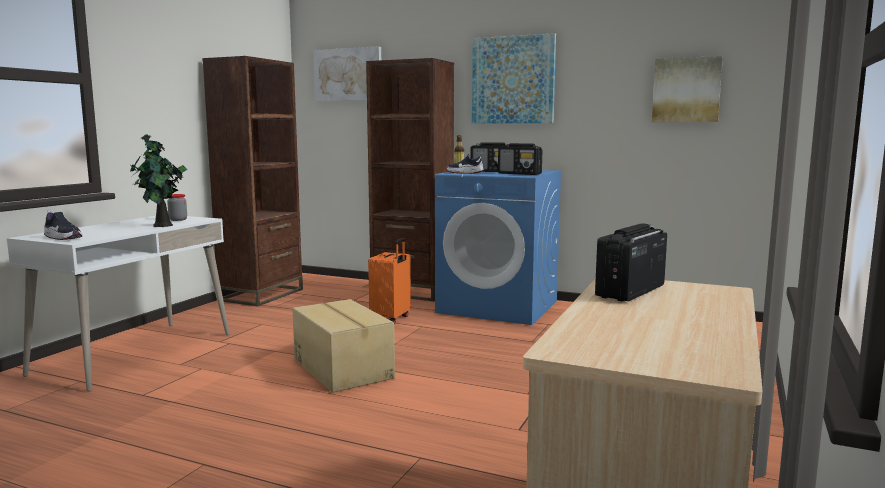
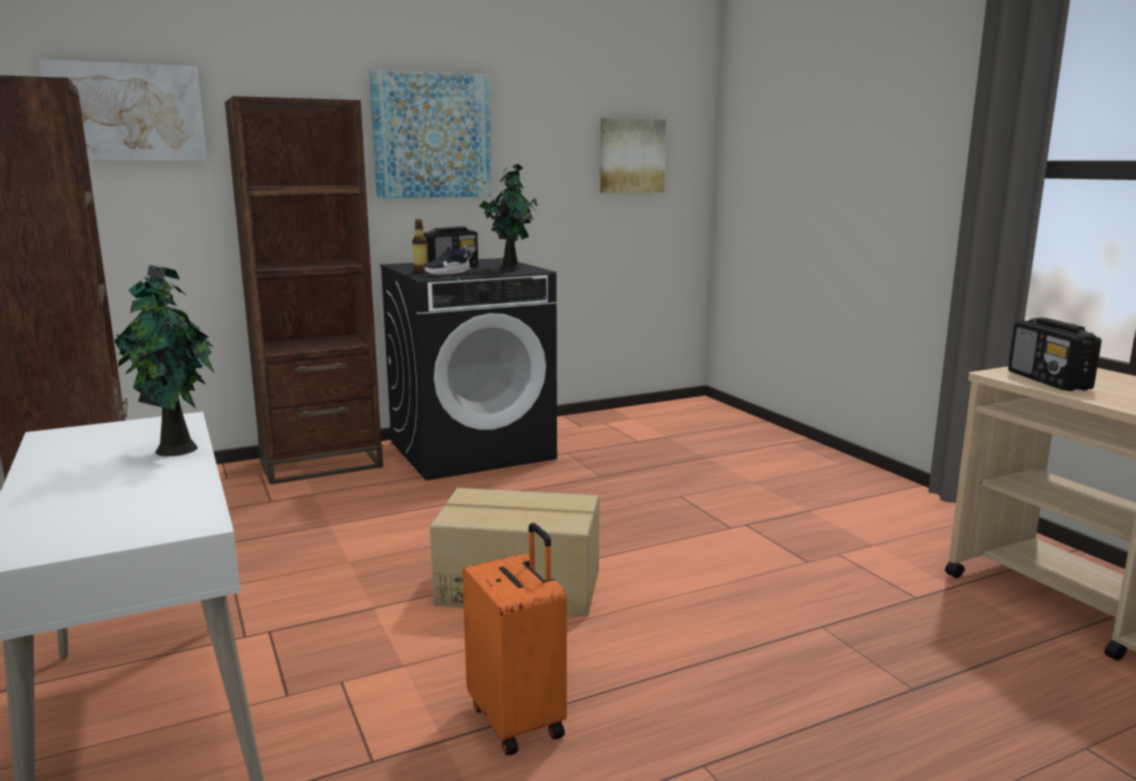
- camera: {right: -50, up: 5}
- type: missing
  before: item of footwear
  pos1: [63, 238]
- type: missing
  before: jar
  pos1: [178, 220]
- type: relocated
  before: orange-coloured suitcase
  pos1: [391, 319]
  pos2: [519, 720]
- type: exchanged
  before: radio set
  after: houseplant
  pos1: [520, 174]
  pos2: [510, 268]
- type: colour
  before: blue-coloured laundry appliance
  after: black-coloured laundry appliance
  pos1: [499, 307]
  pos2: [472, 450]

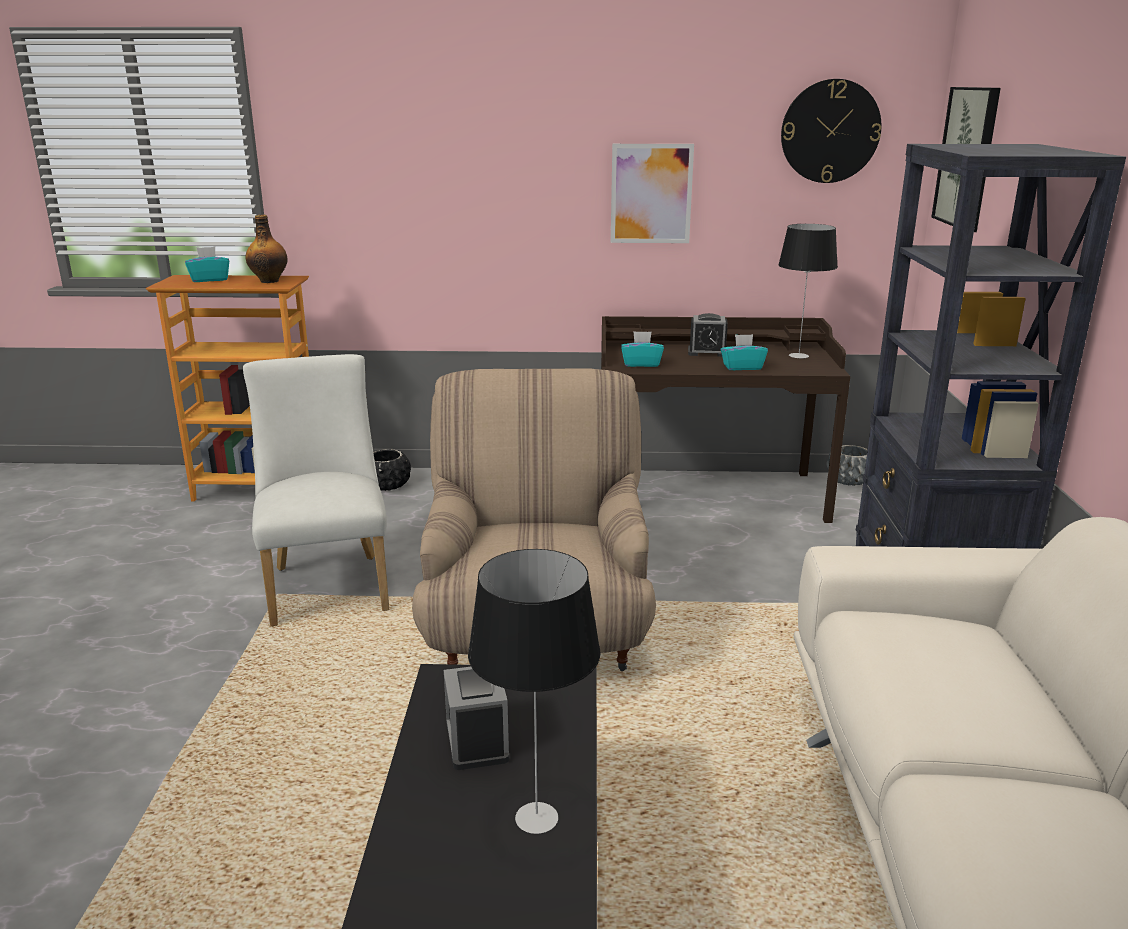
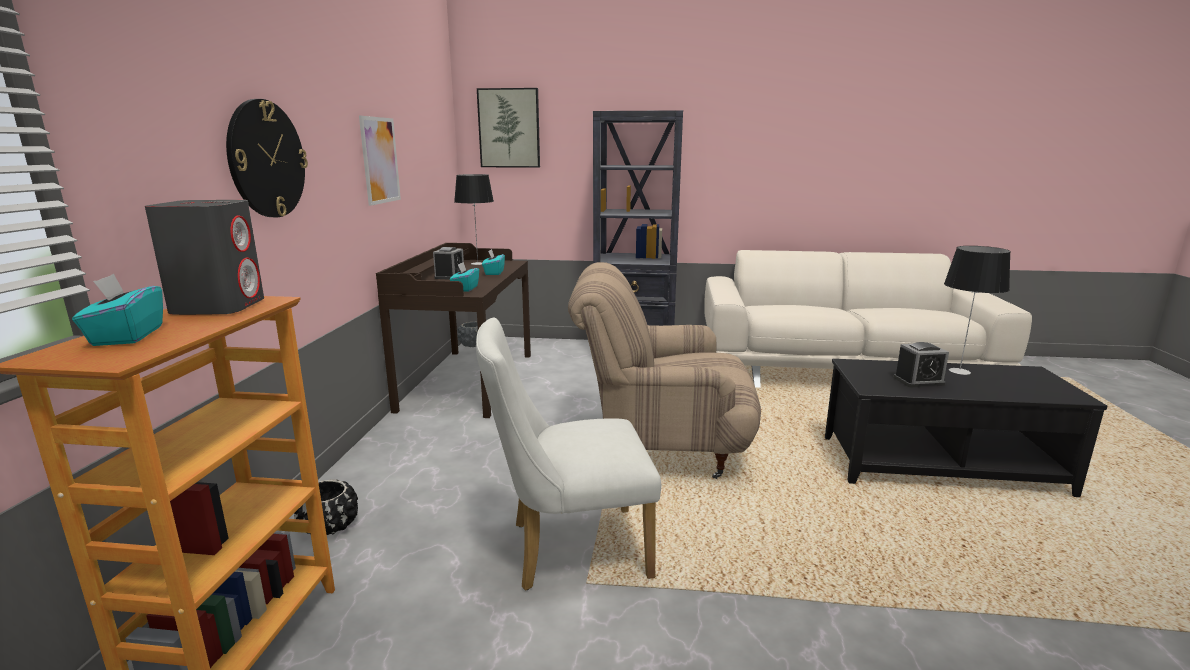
- camera: {right: -85, up: -5}
- type: relocated
  before: wall clock
  pos1: [830, 131]
  pos2: [266, 159]
- type: exchanged
  before: drink bottle
  after: greyish loudspeaker
  pos1: [269, 281]
  pos2: [219, 306]

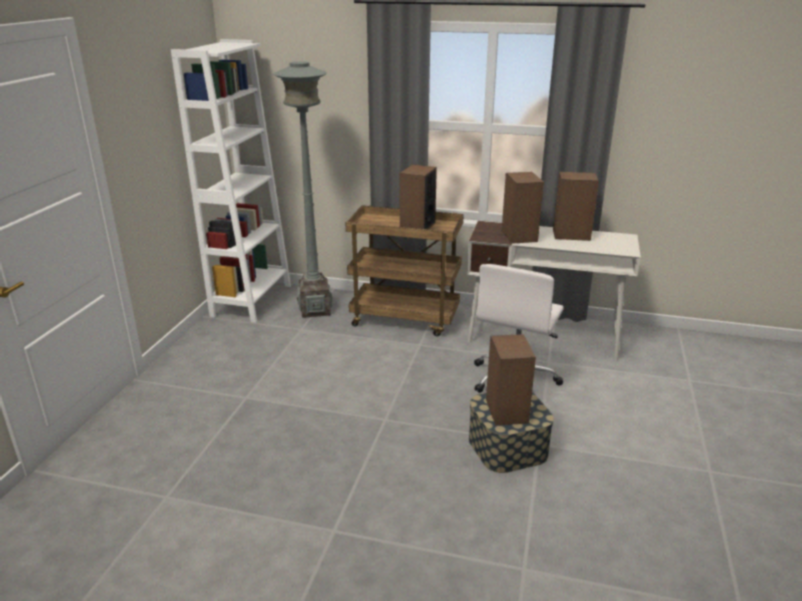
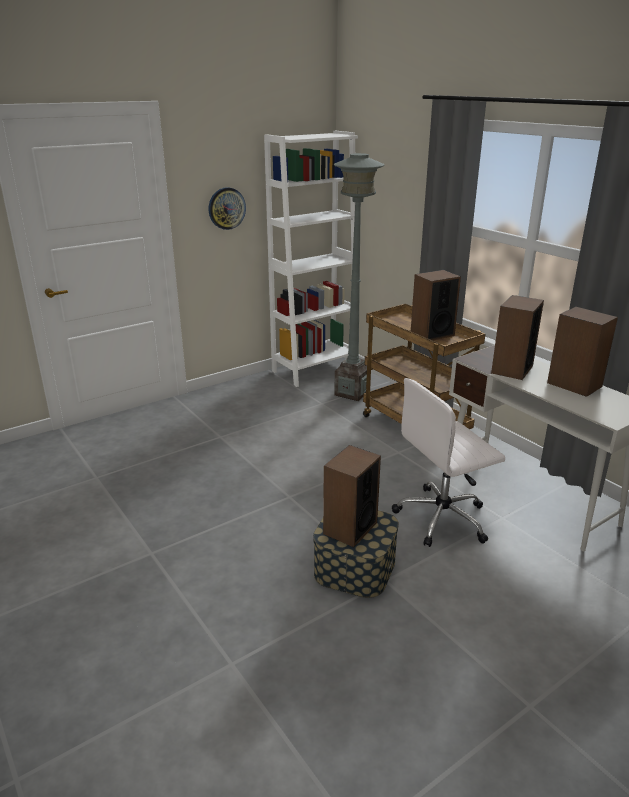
- camera: {right: 40, up: 0}
- type: appeared
  after: wall clock
  pos2: [226, 208]

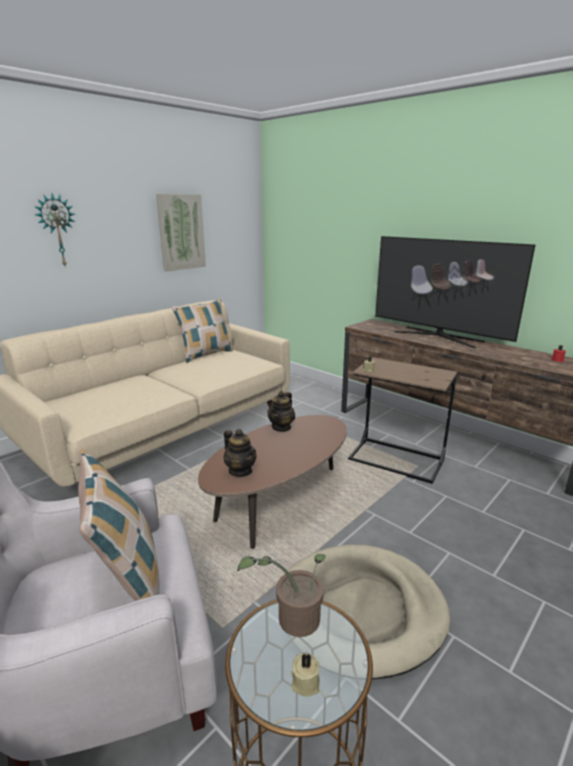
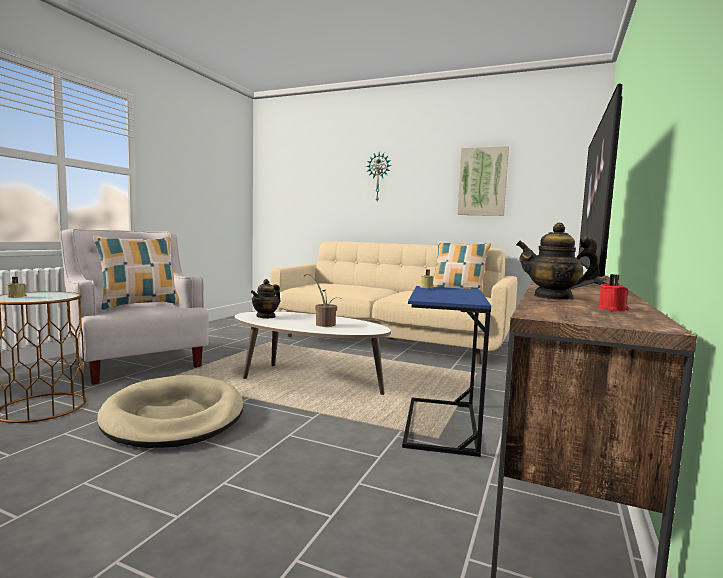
- camera: {right: 70, up: -15}
- type: relocated
  before: houseplant
  pos1: [292, 620]
  pos2: [323, 324]
- type: relocated
  before: tea pot
  pos1: [281, 427]
  pos2: [553, 297]
- type: colour
  before: brown-coloured coffee table
  after: white coffee table
  pos1: [279, 503]
  pos2: [308, 381]
- type: colour
  before: brown-coloured end table
  after: blue-coloured end table
  pos1: [396, 459]
  pos2: [441, 425]

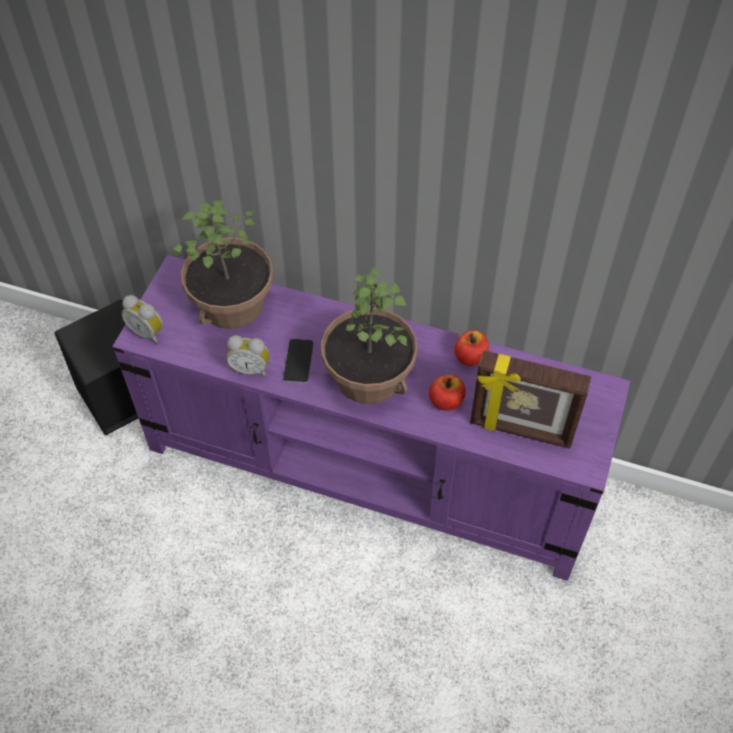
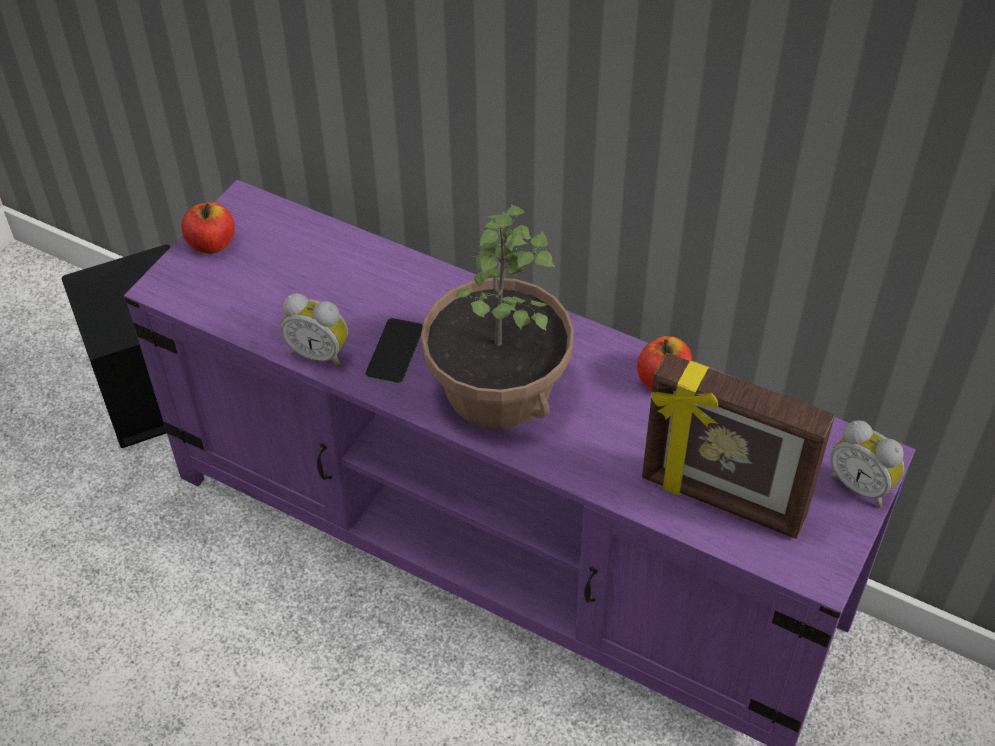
- camera: {right: 10, up: -5}
- type: missing
  before: houseplant
  pos1: [233, 304]
- type: relocated
  before: alarm clock
  pos1: [148, 332]
  pos2: [861, 485]
- type: relocated
  before: apple
  pos1: [446, 401]
  pos2: [212, 244]

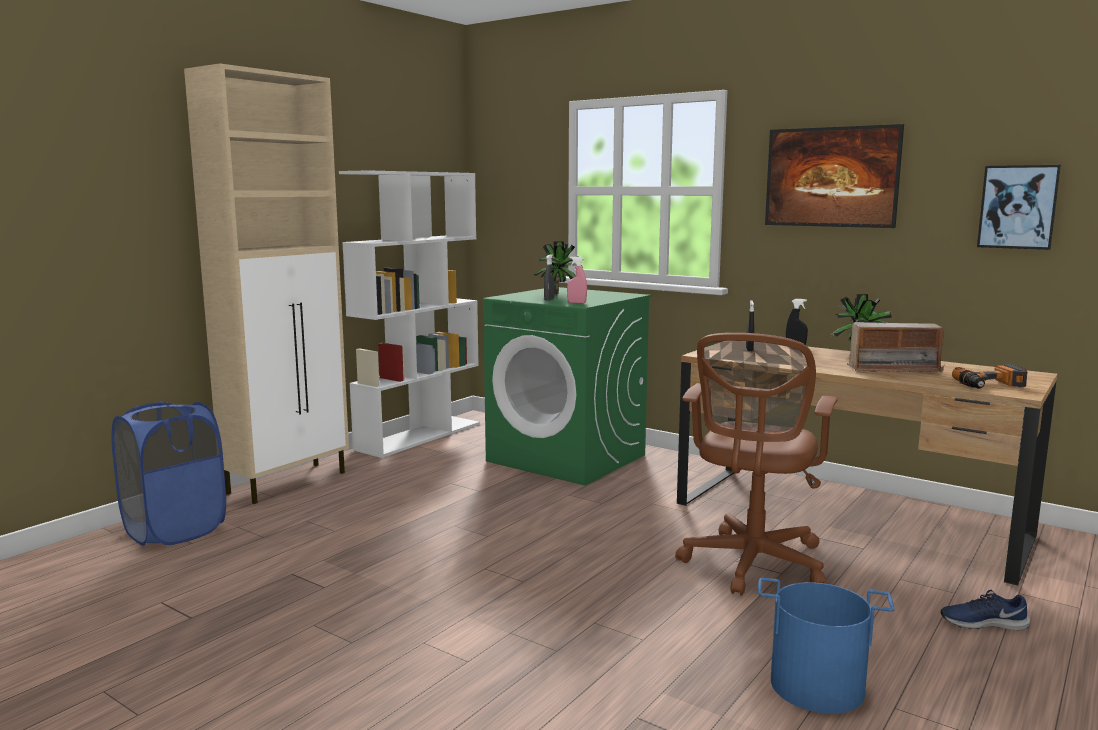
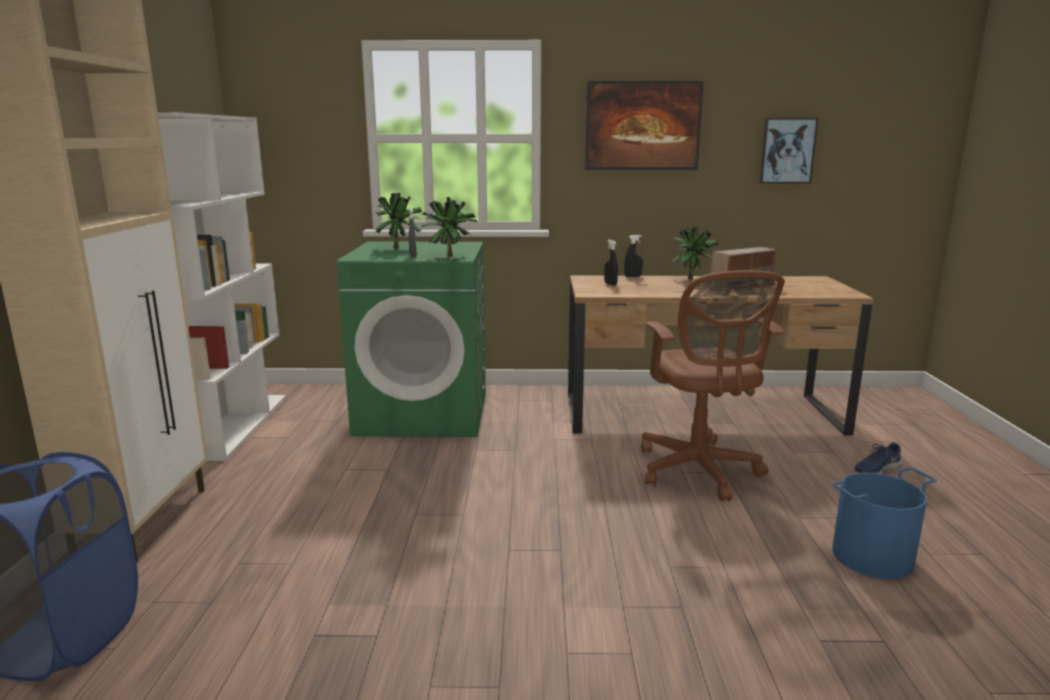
- camera: {right: -35, up: 5}
- type: missing
  before: power drill
  pos1: [991, 385]
- type: exchanged
  before: pink-coloured sprayer
  after: houseplant
  pos1: [576, 303]
  pos2: [449, 256]

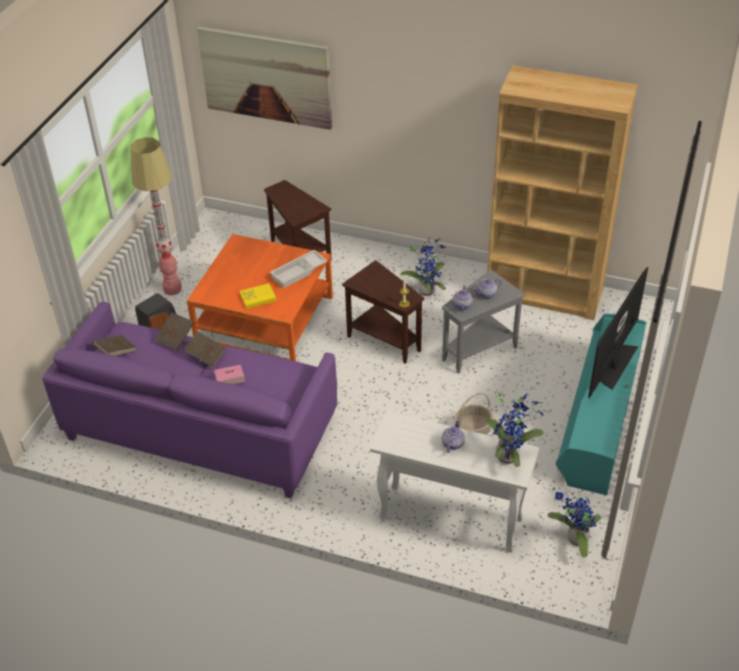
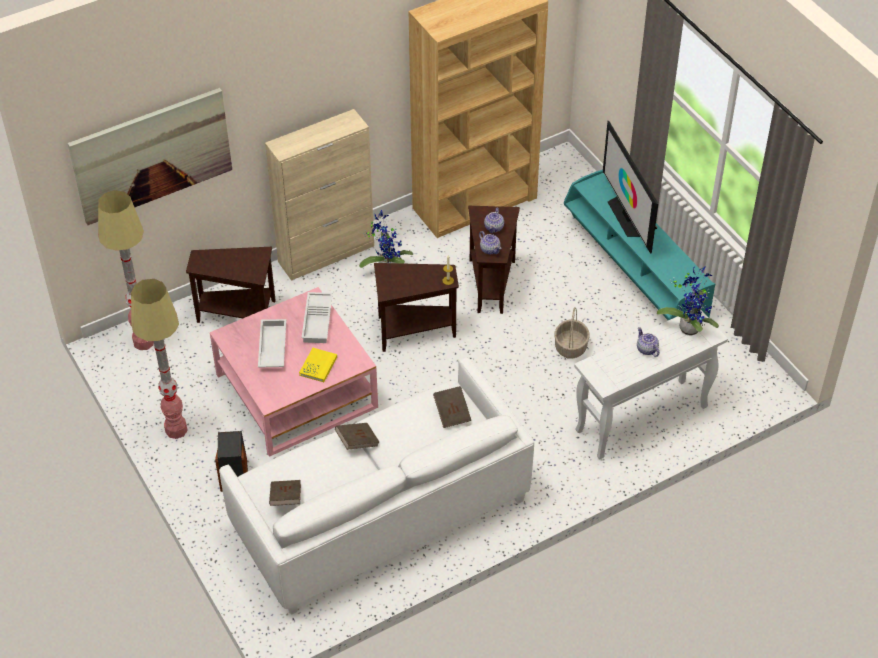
- camera: {right: -50, up: 5}
- type: missing
  before: pink-coloured bound book
  pos1: [230, 382]
- type: missing
  before: houseplant
  pos1: [574, 539]
- type: appeared
  after: standard lamp
  pos2: [143, 342]
- type: appeared
  after: white tray
  pos2: [271, 347]
- type: appeared
  after: beige-coloured cupboard
  pos2: [327, 254]
- type: relocated
  before: brown-coloured bound book
  pos1: [176, 338]
  pos2: [452, 413]
- type: colour
  before: purplish couch
  after: white couch
  pos1: [200, 427]
  pos2: [379, 512]
- type: colour
  before: orange-coloured coffee table
  after: pink-coloured coffee table
  pos1: [265, 319]
  pos2: [296, 391]
- type: colour
  before: greyish end table
  after: brown-coloured end table
  pos1: [479, 349]
  pos2: [491, 283]

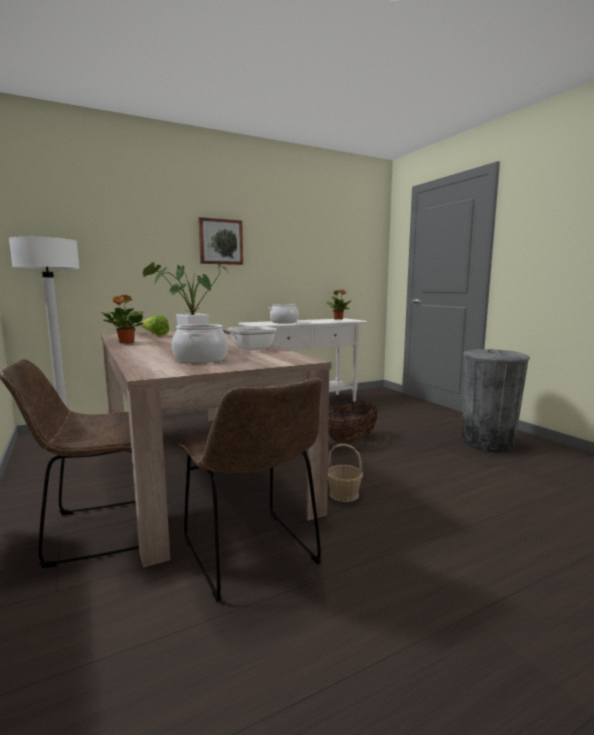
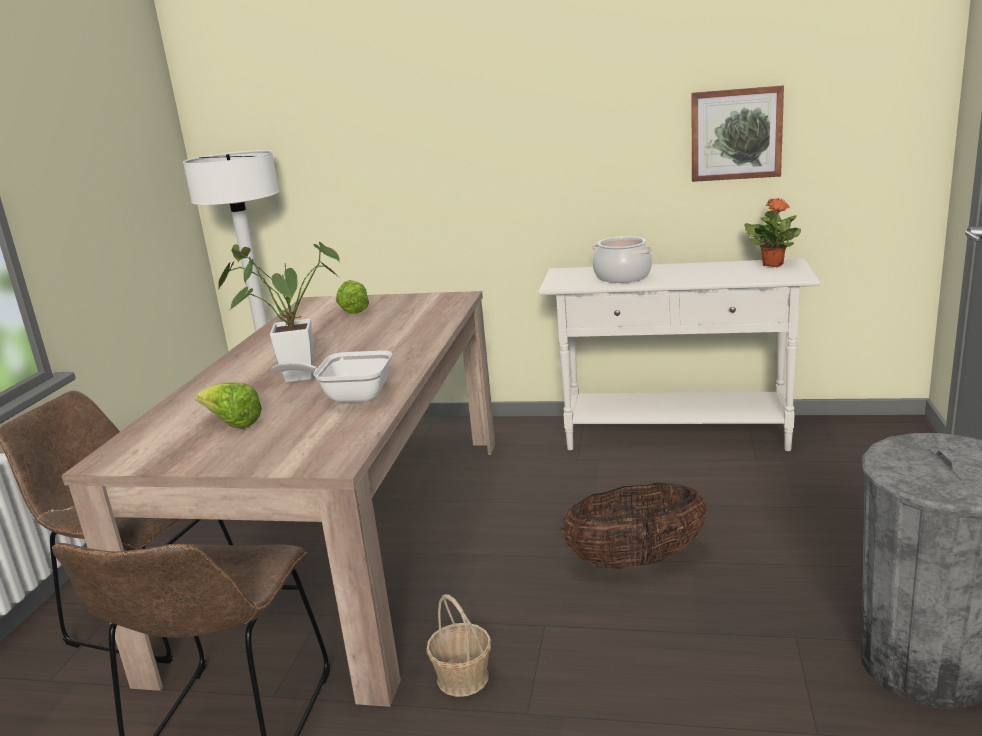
- camera: {right: 40, up: 10}
- type: missing
  before: houseplant
  pos1: [126, 343]
- type: relocated
  before: wall art
  pos1: [220, 242]
  pos2: [736, 134]
- type: exchanged
  before: saucepot
  after: lettuce head
  pos1: [201, 359]
  pos2: [232, 423]

